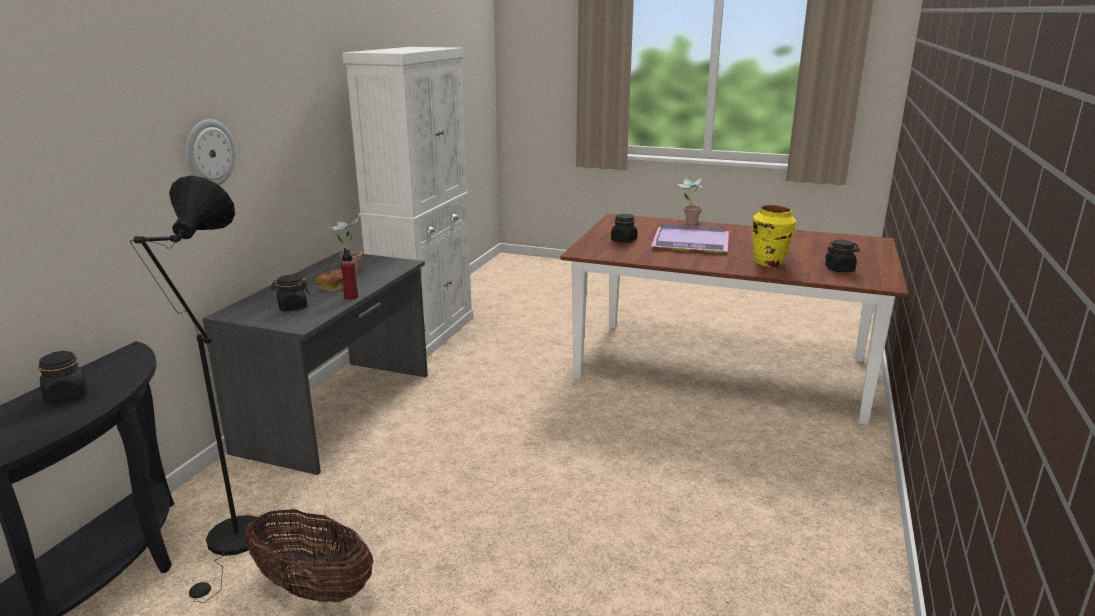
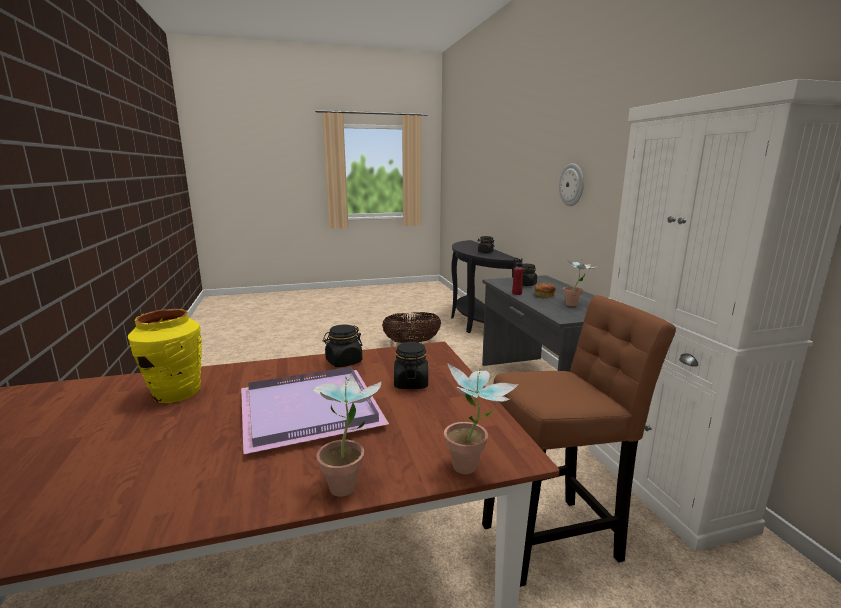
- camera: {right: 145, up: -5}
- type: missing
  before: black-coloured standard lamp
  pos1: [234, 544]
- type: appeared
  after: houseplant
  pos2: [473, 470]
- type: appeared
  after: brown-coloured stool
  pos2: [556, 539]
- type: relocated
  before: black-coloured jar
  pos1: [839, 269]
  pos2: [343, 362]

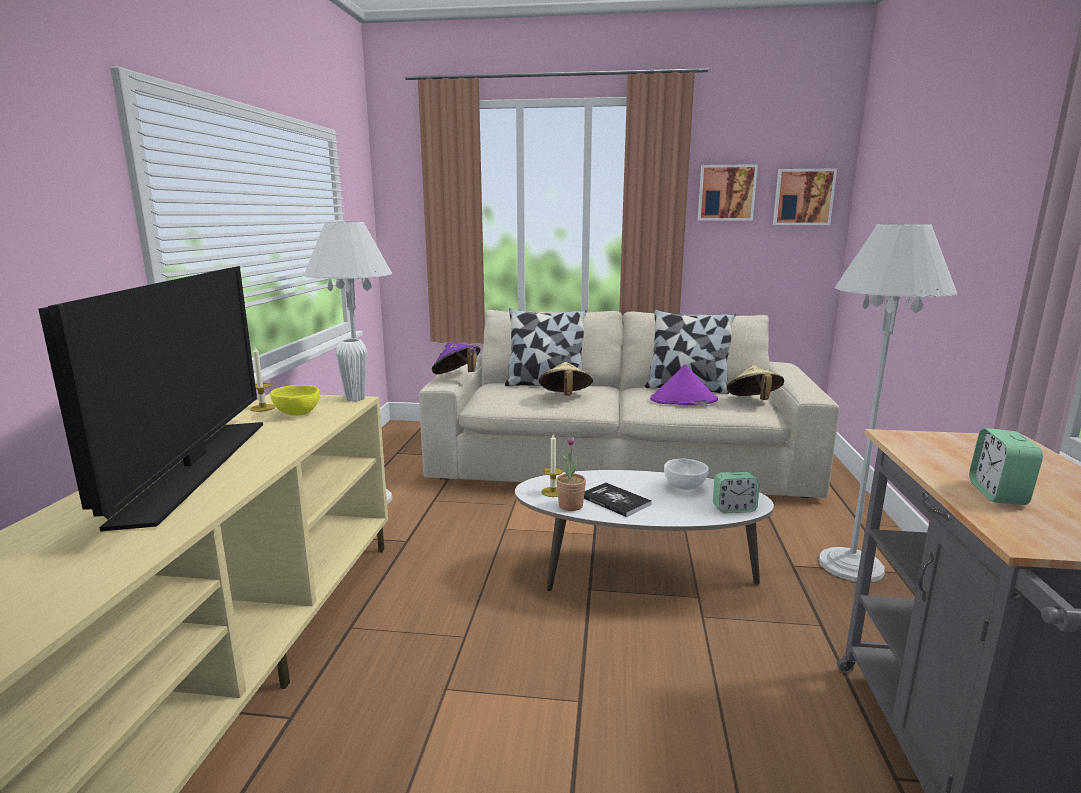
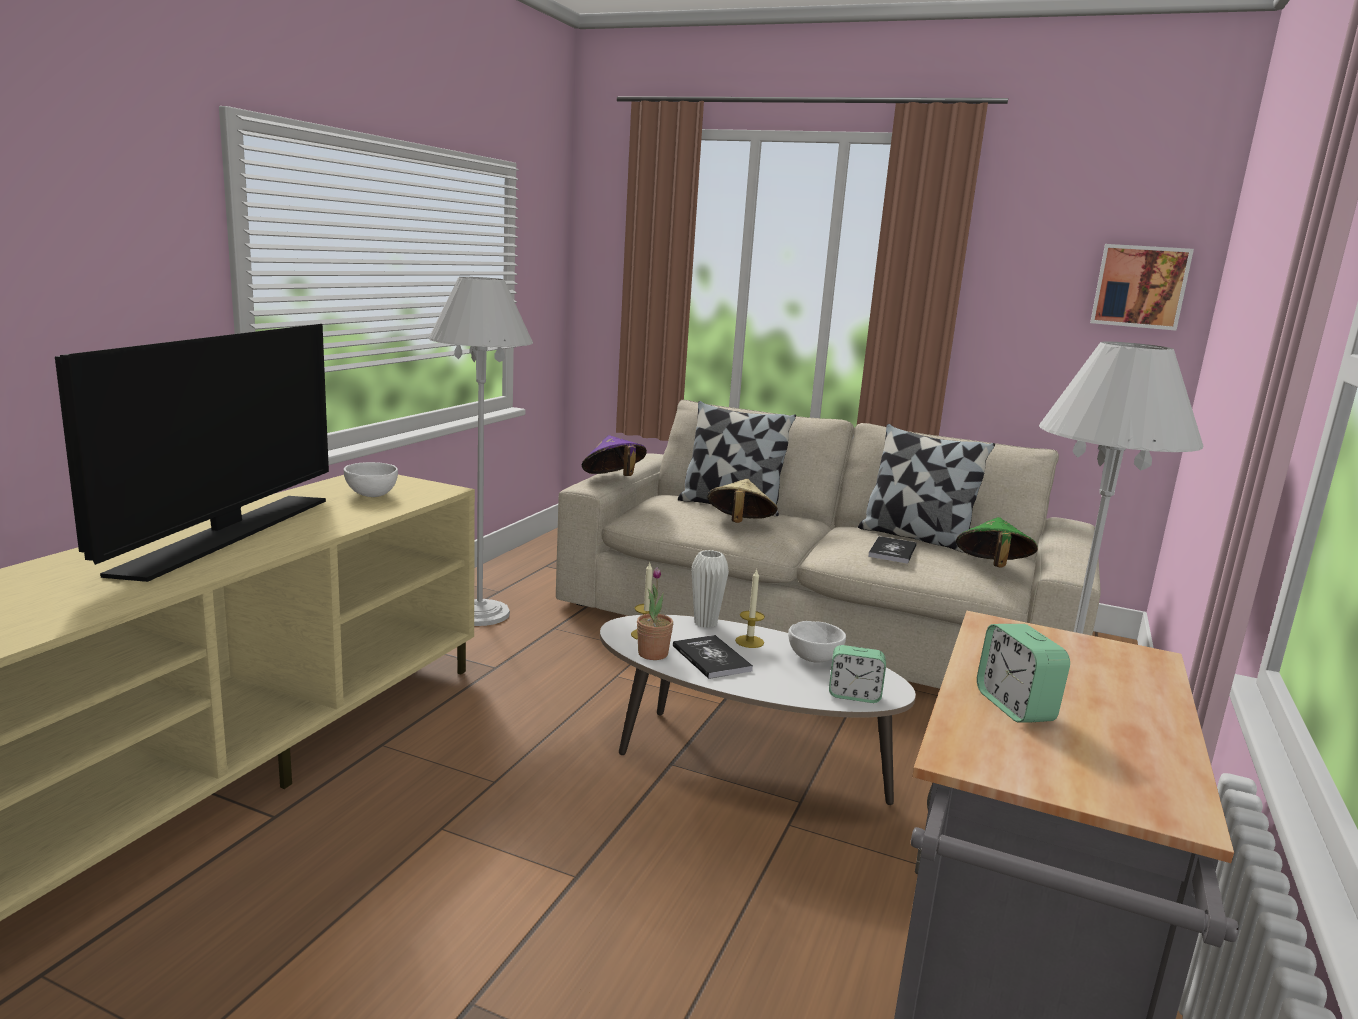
- camera: {right: 15, up: 0}
- type: missing
  before: wall art
  pos1: [726, 193]
- type: relocated
  before: wax light
  pos1: [263, 408]
  pos2: [749, 641]
- type: relocated
  before: white vase
  pos1: [355, 399]
  pos2: [705, 623]
- type: exchanged
  before: purplish hat
  after: bound book
  pos1: [683, 400]
  pos2: [892, 551]
- type: colour
  before: yellowish bowl
  after: white bowl
  pos1: [297, 414]
  pos2: [371, 495]
- type: colour
  before: beige-coloured hat
  after: greenish hat
  pos1: [753, 401]
  pos2: [991, 568]
- type: spun
  before: alarm clock
  pos1: [997, 493]
  pos2: [1015, 707]
  turn: -45

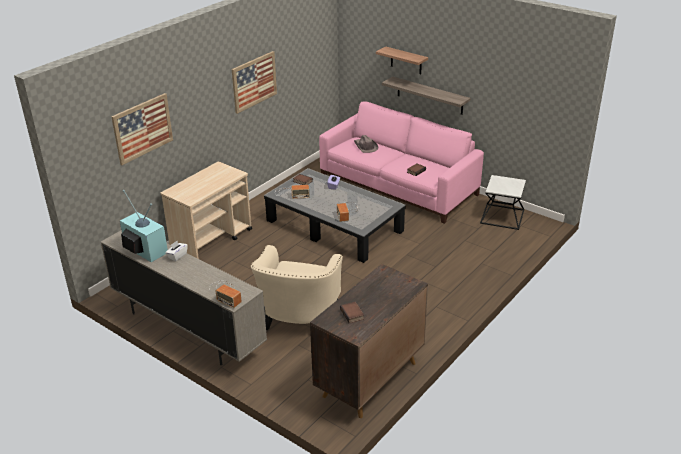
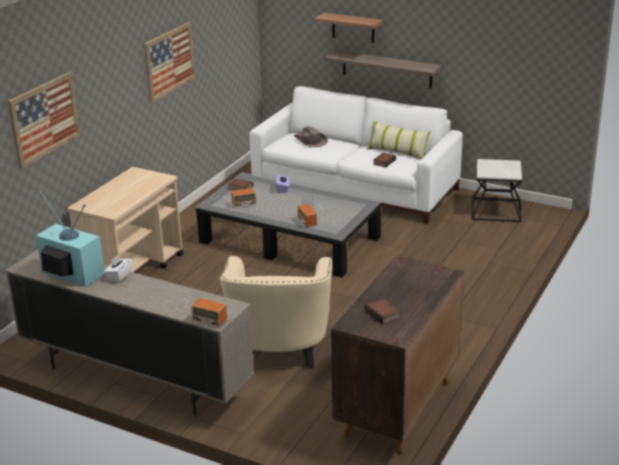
- camera: {right: -10, up: -5}
- type: appeared
  after: throw pillow
  pos2: [397, 152]
- type: colour
  before: pink-coloured couch
  after: white couch
  pos1: [398, 186]
  pos2: [355, 188]

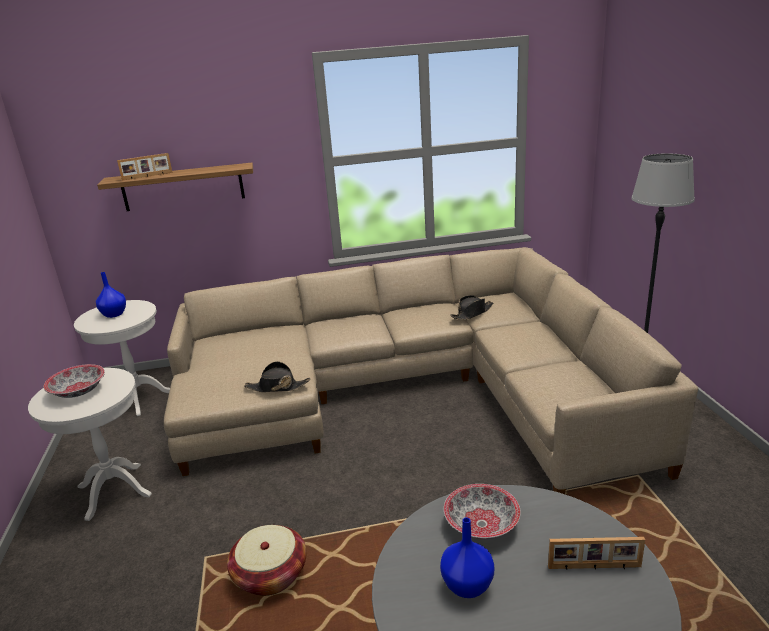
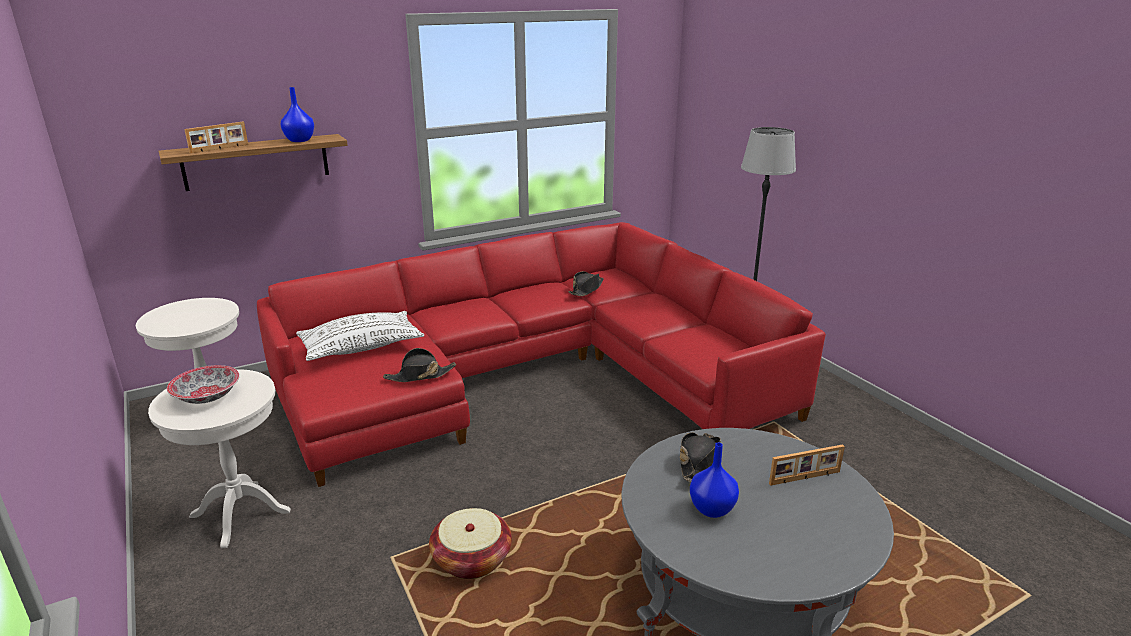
- camera: {right: -20, up: 0}
- type: appeared
  after: white throw pillow
  pos2: [361, 347]
- type: relocated
  before: blue-coloured vase
  pos1: [115, 314]
  pos2: [300, 140]
- type: exchanged
  before: bowl
  after: black-coloured hat
  pos1: [482, 524]
  pos2: [699, 462]
- type: colour
  before: beige-coloured couch
  after: red-coloured couch
  pos1: [409, 393]
  pos2: [532, 376]

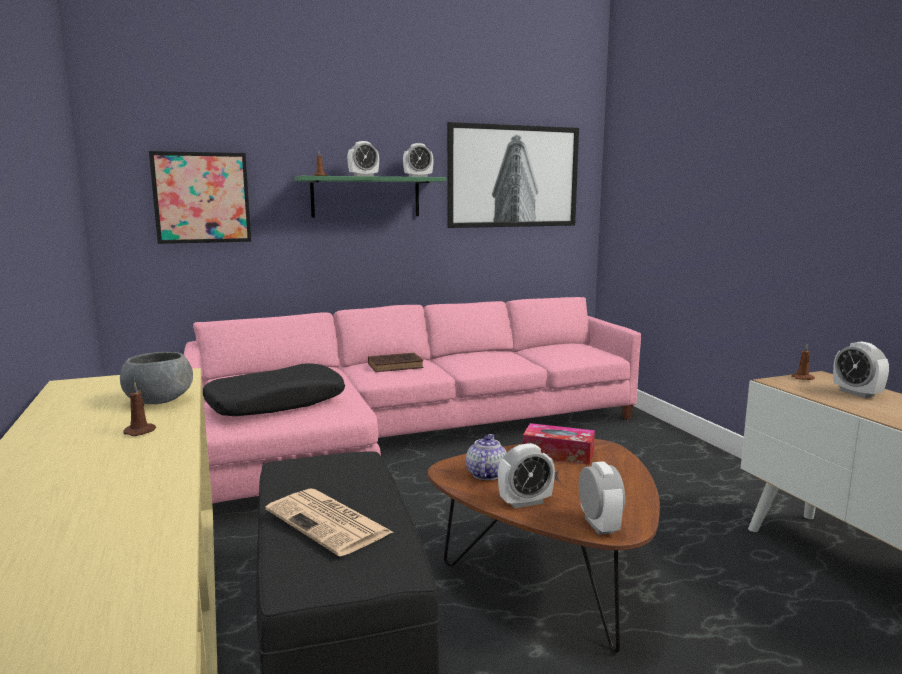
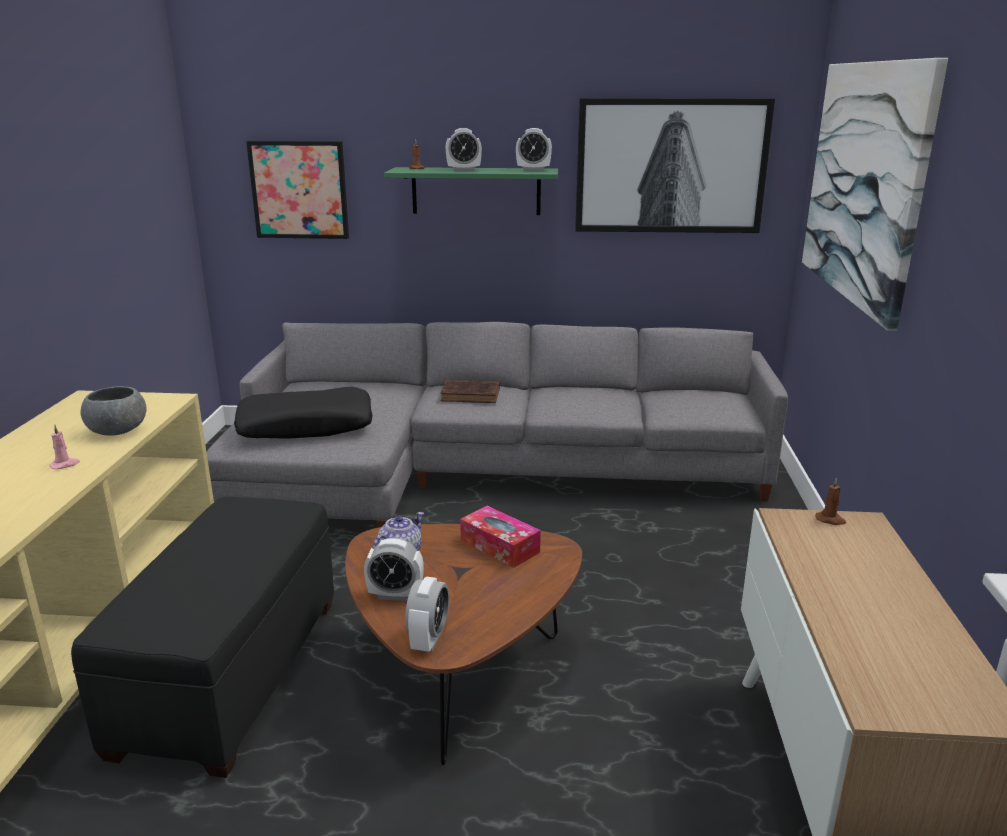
- camera: {right: 25, up: 10}
- type: missing
  before: newspaper
  pos1: [329, 522]
- type: missing
  before: alarm clock
  pos1: [857, 393]
- type: appeared
  after: wall art
  pos2: [864, 182]
- type: colour
  before: brown-coloured wax light
  after: pink-coloured wax light
  pos1: [141, 431]
  pos2: [65, 465]
- type: colour
  before: pink-coloured couch
  after: greyish couch
  pos1: [402, 437]
  pos2: [479, 472]

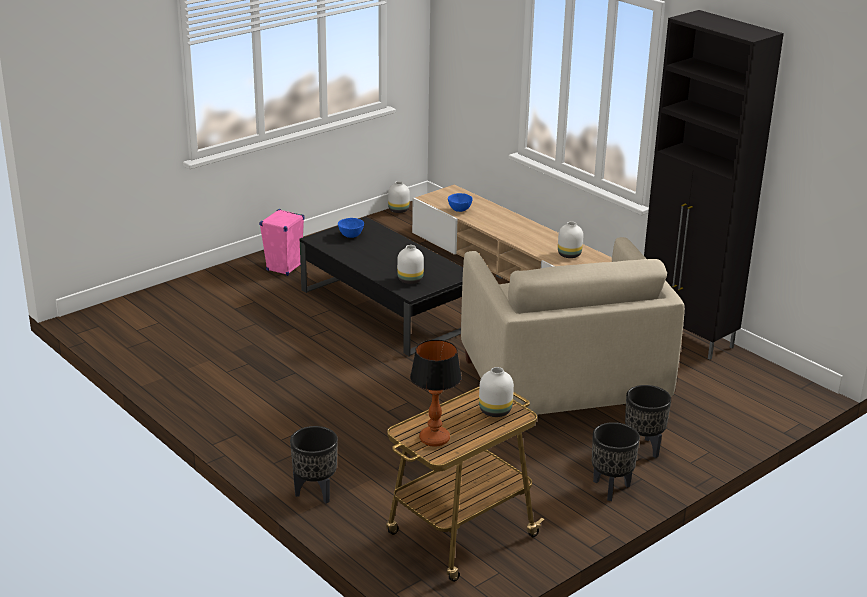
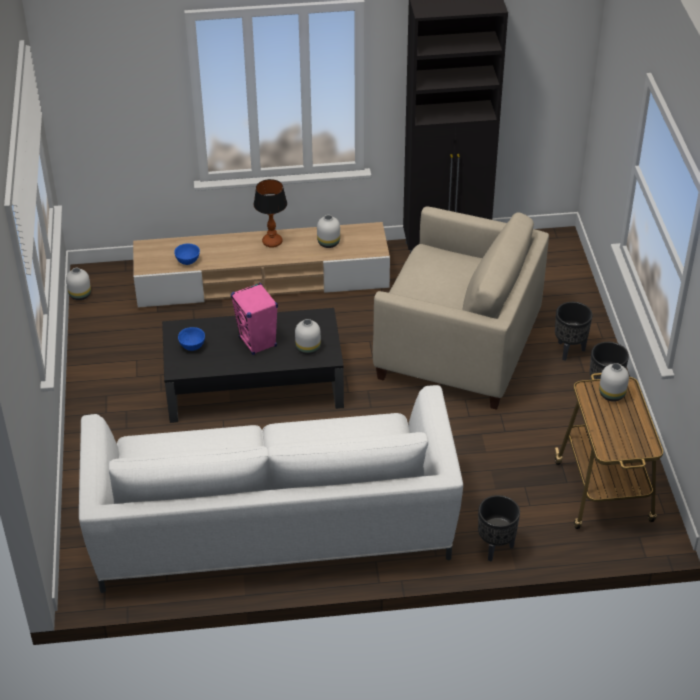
- camera: {right: -55, up: 15}
- type: appeared
  after: white couch
  pos2: [272, 530]
- type: relocated
  before: pink-coloured loudspeaker
  pos1: [284, 268]
  pos2: [257, 342]
- type: relocated
  before: lamp for a table
  pos1: [435, 439]
  pos2: [272, 242]

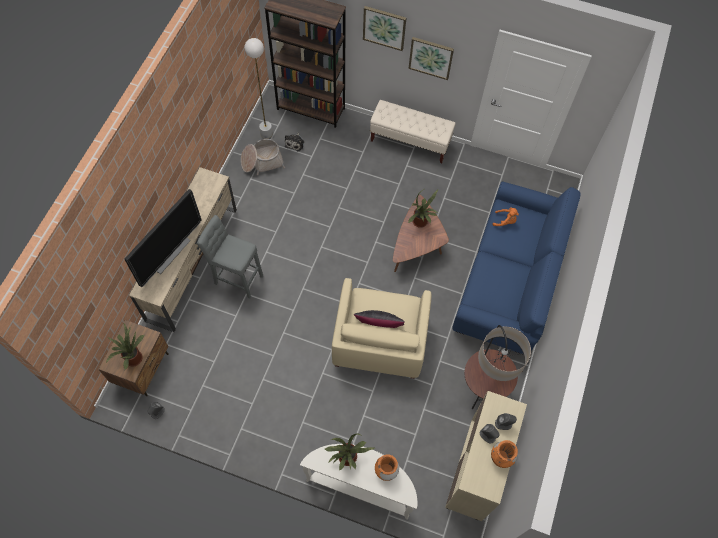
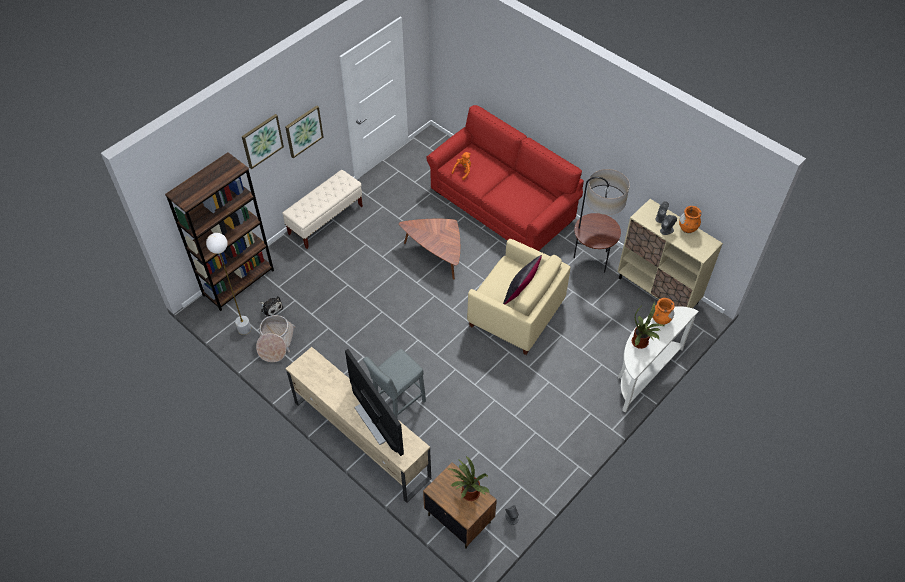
- camera: {right: -65, up: -10}
- type: missing
  before: houseplant
  pos1: [421, 222]
- type: colour
  before: blue-coloured couch
  after: red-coloured couch
  pos1: [508, 281]
  pos2: [502, 206]

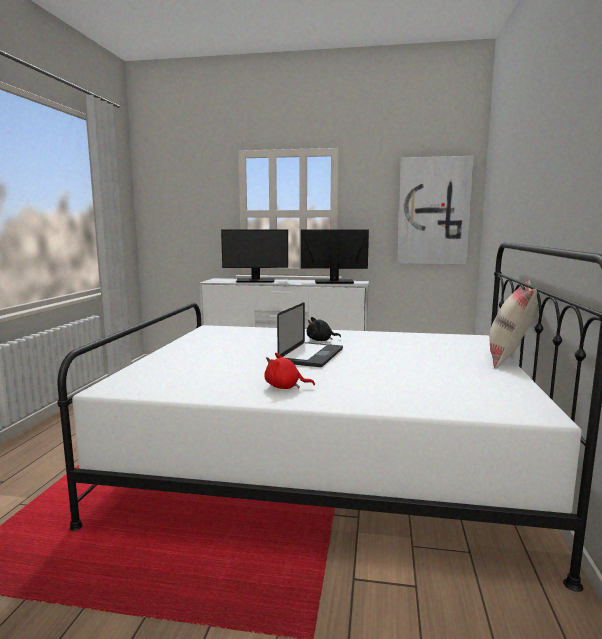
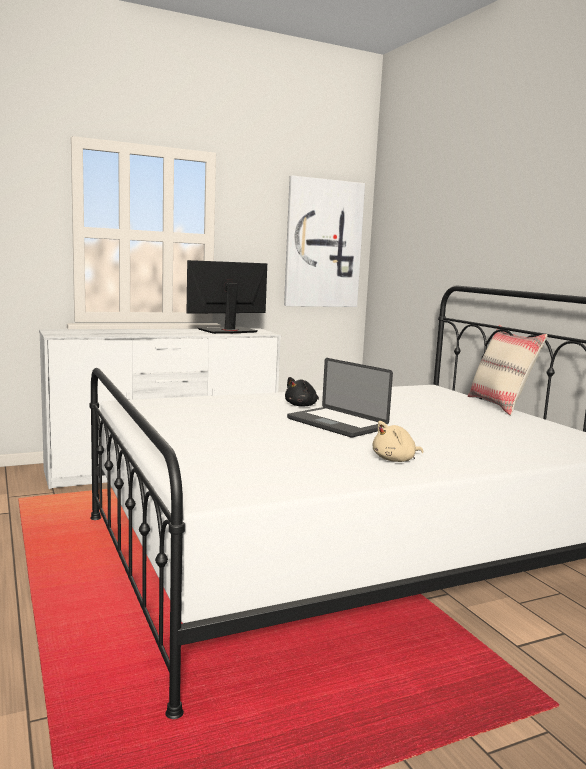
- camera: {right: -35, up: 0}
- type: missing
  before: computer screen
  pos1: [255, 281]
- type: colour
  before: red-coloured plush toy
  after: beige-coloured plush toy
  pos1: [285, 387]
  pos2: [395, 460]
- type: spun
  before: portable computer
  pos1: [311, 356]
  pos2: [336, 424]
  turn: 150

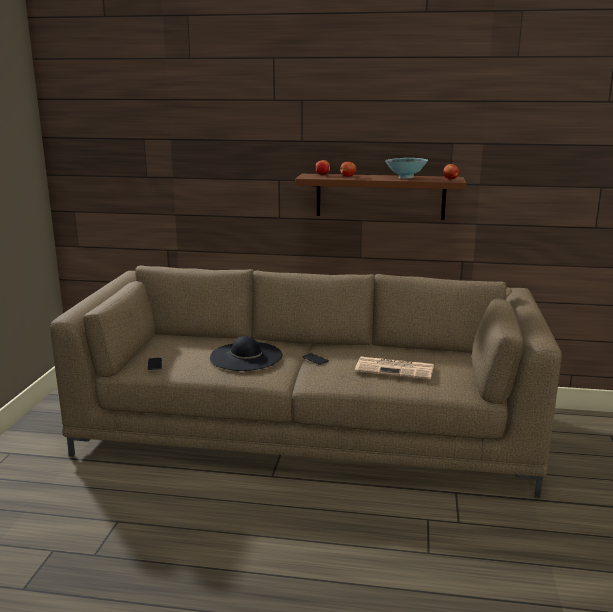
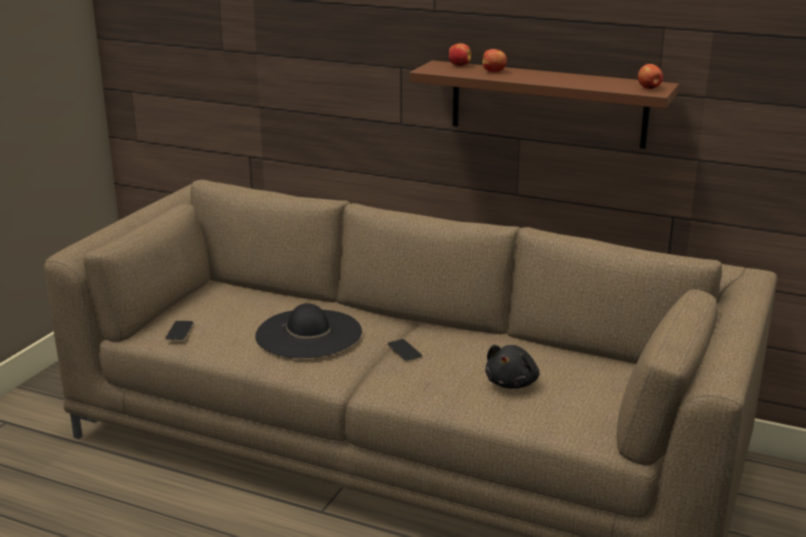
- camera: {right: 15, up: 5}
- type: missing
  before: bowl
  pos1: [406, 178]
- type: exchanged
  before: newspaper
  after: black-coloured plush toy
  pos1: [396, 369]
  pos2: [512, 383]

